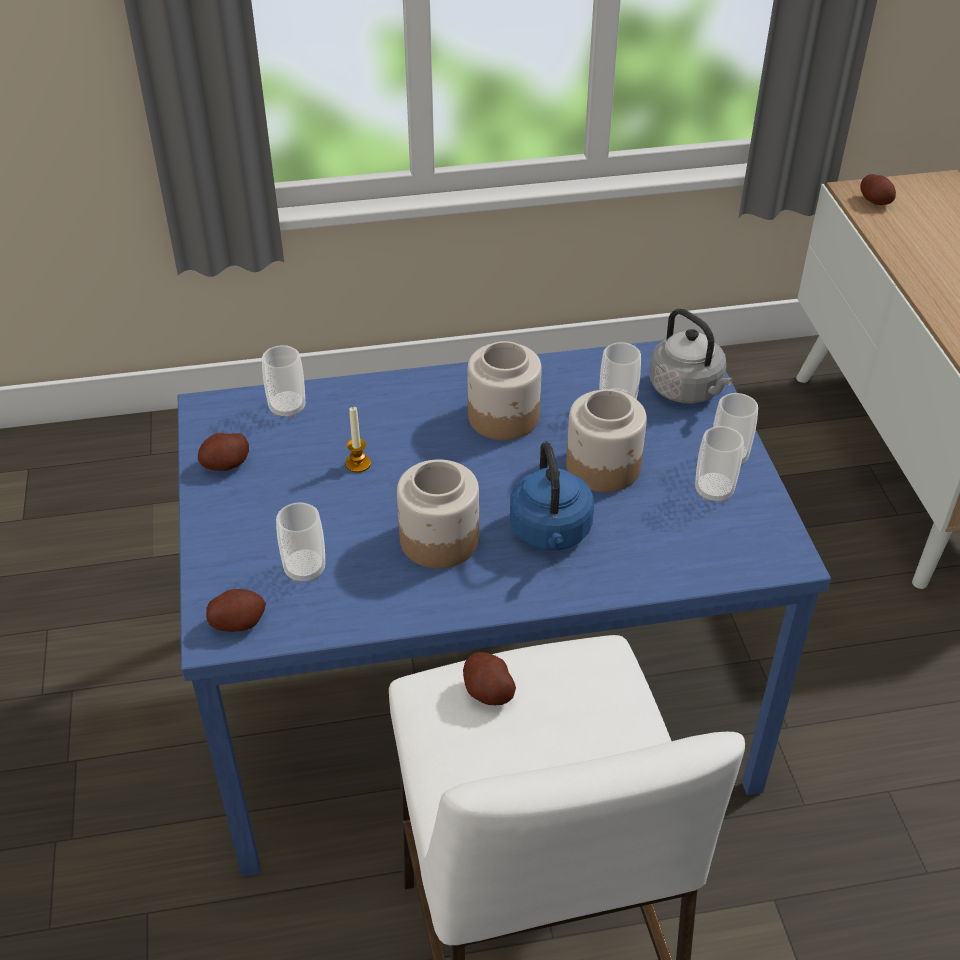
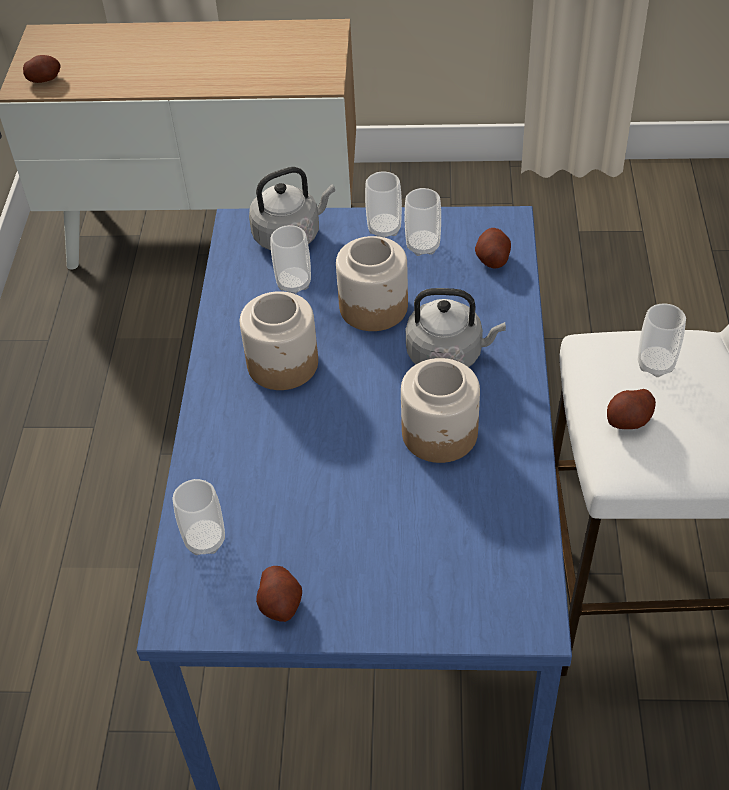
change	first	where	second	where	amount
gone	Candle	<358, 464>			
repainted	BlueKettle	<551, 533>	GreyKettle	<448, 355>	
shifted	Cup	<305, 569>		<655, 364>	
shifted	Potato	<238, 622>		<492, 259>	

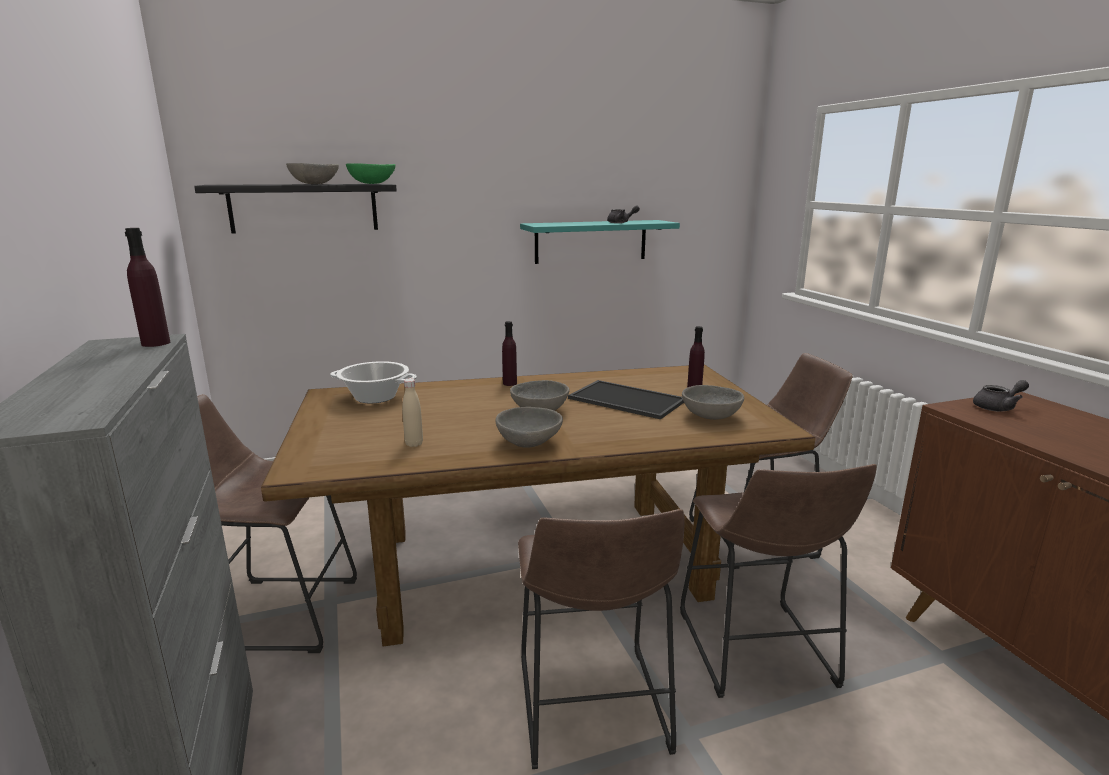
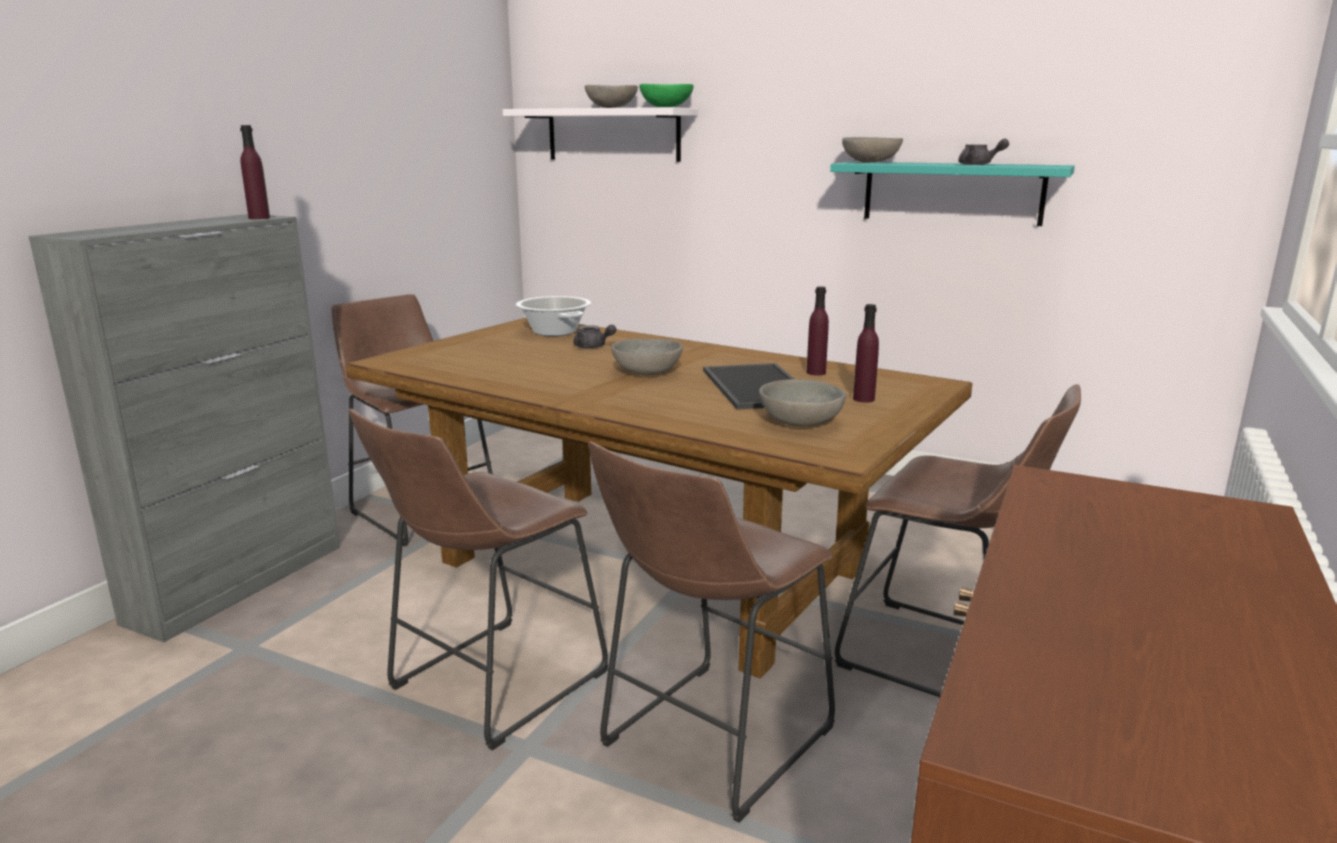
change	first	where	second	where	amount
repainted	BlackShelf	<304, 208>	WhiteShelf	<613, 135>	
shifted	PurpleBottle	<510, 383>		<816, 372>	
gone	BeigeBottle	<414, 444>			
shifted	GreyTeapot	<998, 407>		<593, 347>	
shifted	GreyBowl	<528, 443>		<869, 162>	

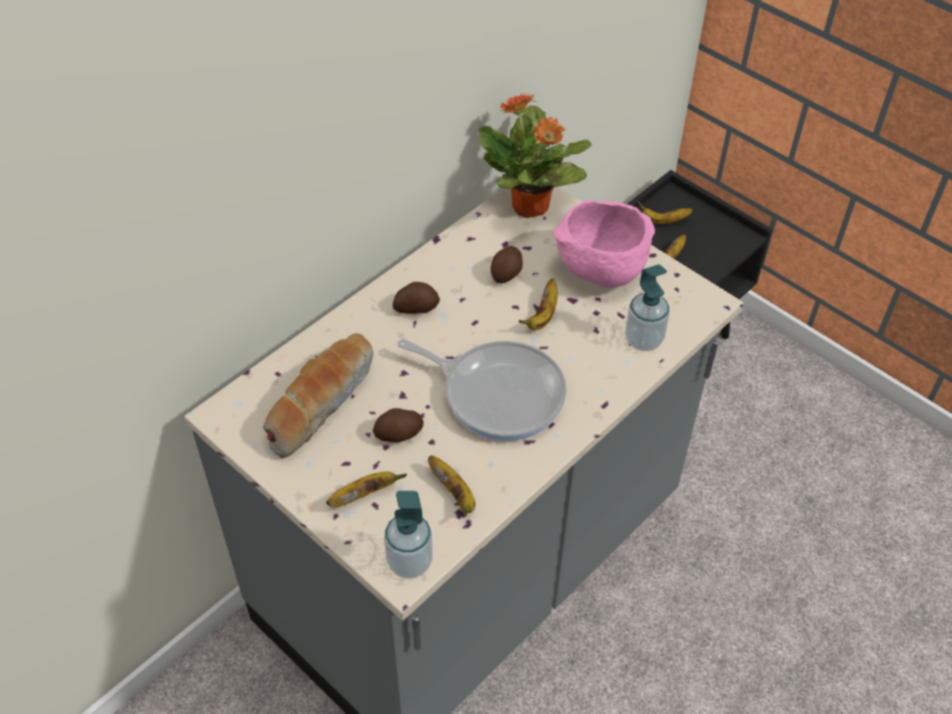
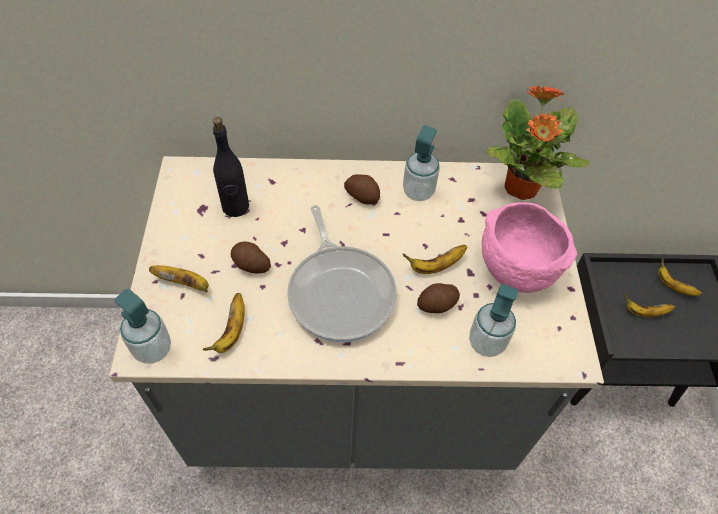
change	first	where	second	where	amount
shifted	Potato	<507, 273>		<438, 305>	
swapped	Bread	<320, 402>	BlackBottle	<235, 207>	
new			SoapDispenser	<418, 191>	

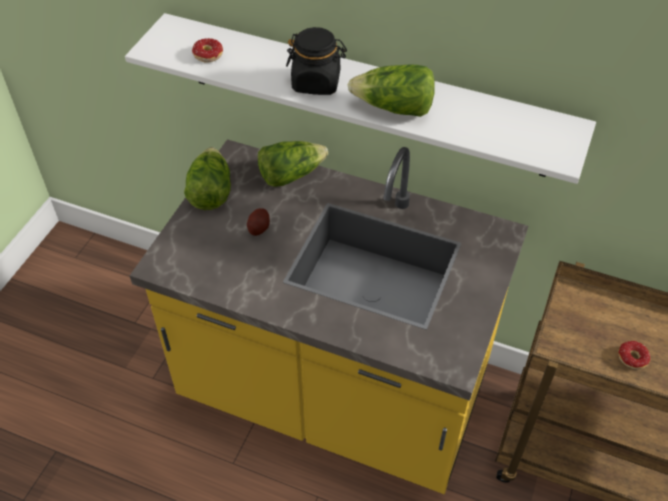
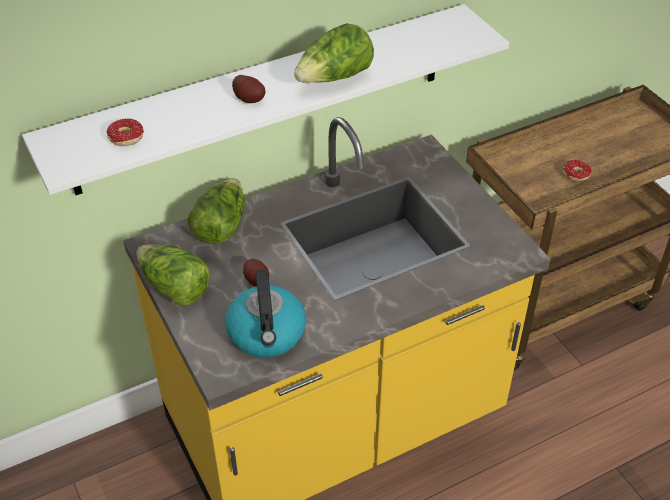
change	first	where	second	where	amount
swapped	BlackJar	<316, 82>	Potato	<250, 98>	
new			Kettle	<267, 334>	

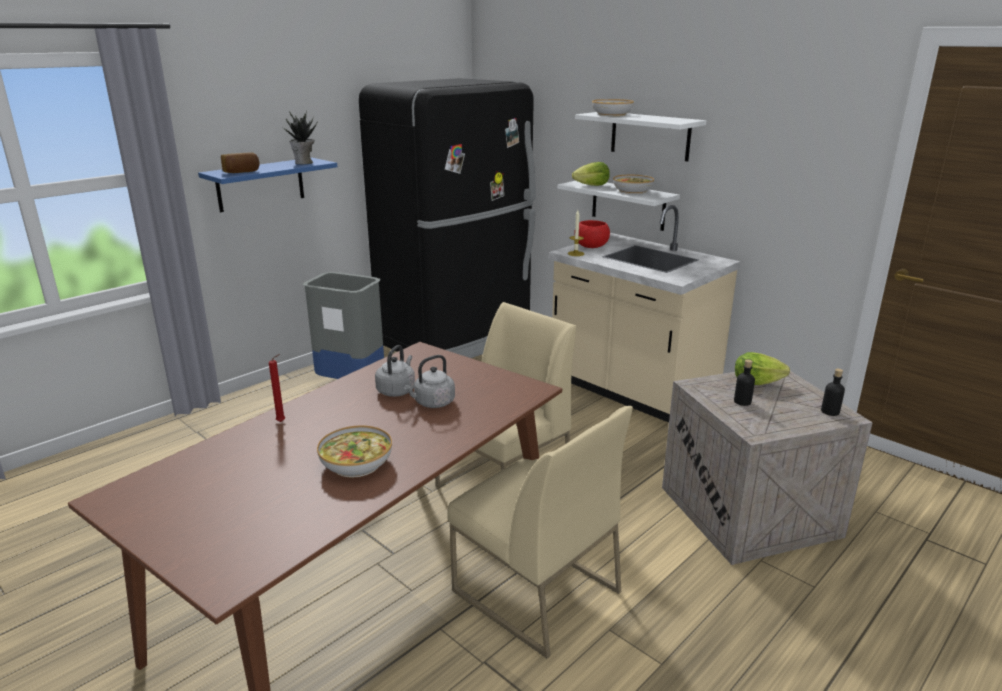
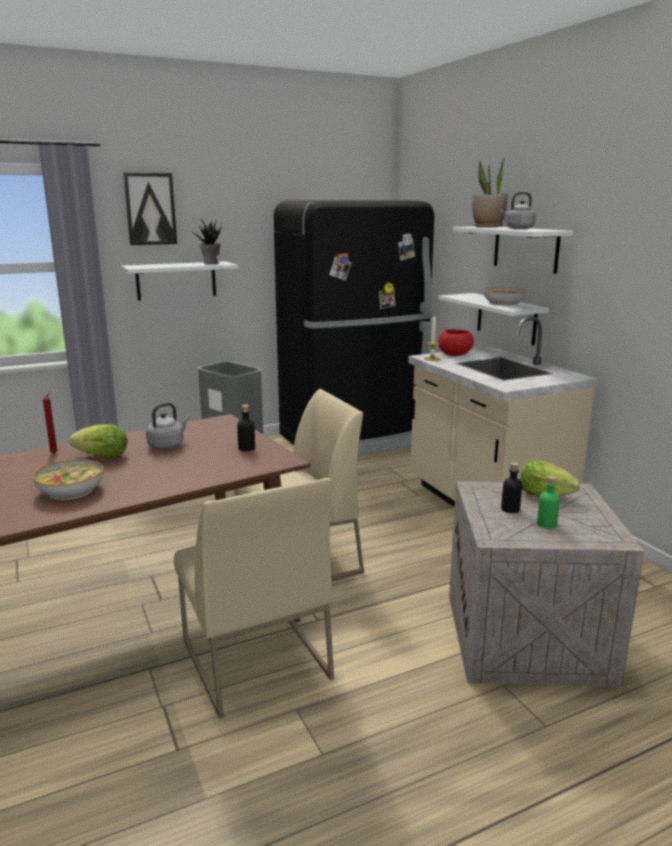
change	first	where	second	where	amount
swapped	Bowl	<612, 114>	PottedPlant	<488, 227>	
gone	Bread	<241, 172>			
repainted	BlueShelf	<260, 184>	WhiteShelf	<176, 280>	
shifted	Lettuce	<592, 186>		<102, 457>	
shifted	GreyKettle	<432, 403>		<518, 229>	
shifted	BlackBottle	<830, 411>		<246, 448>	
new			Picture	<150, 209>	
new			GreenBottle	<546, 524>	

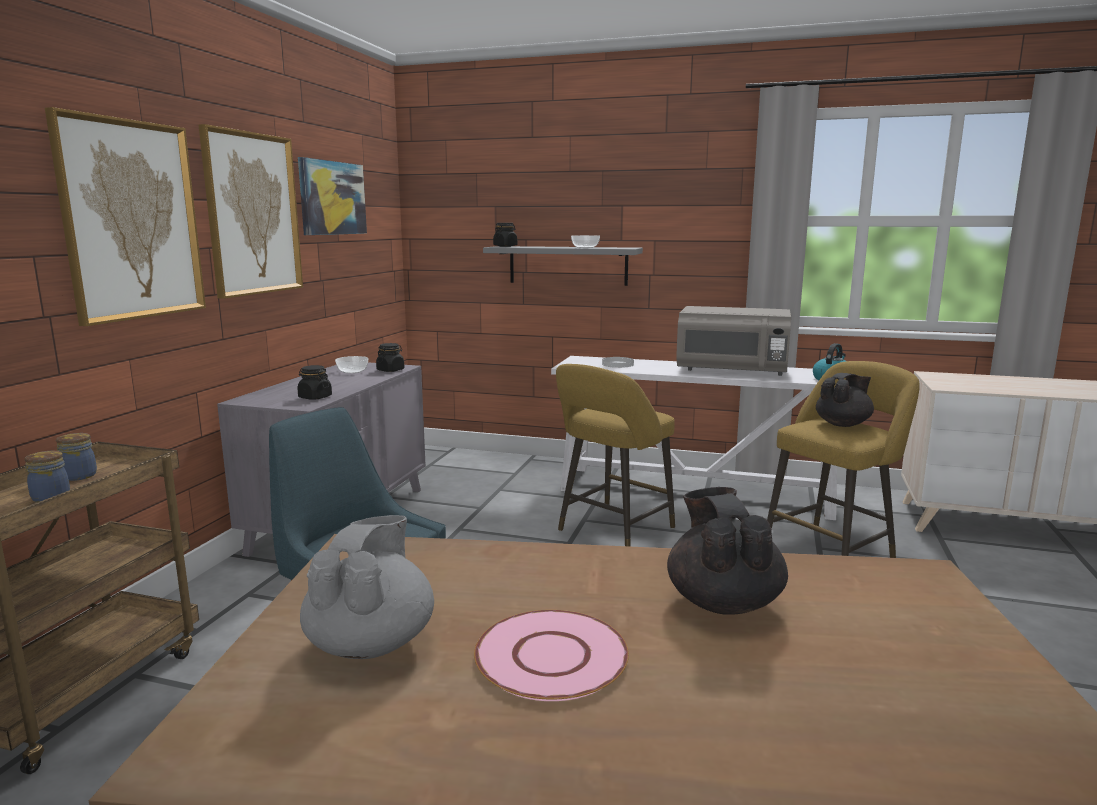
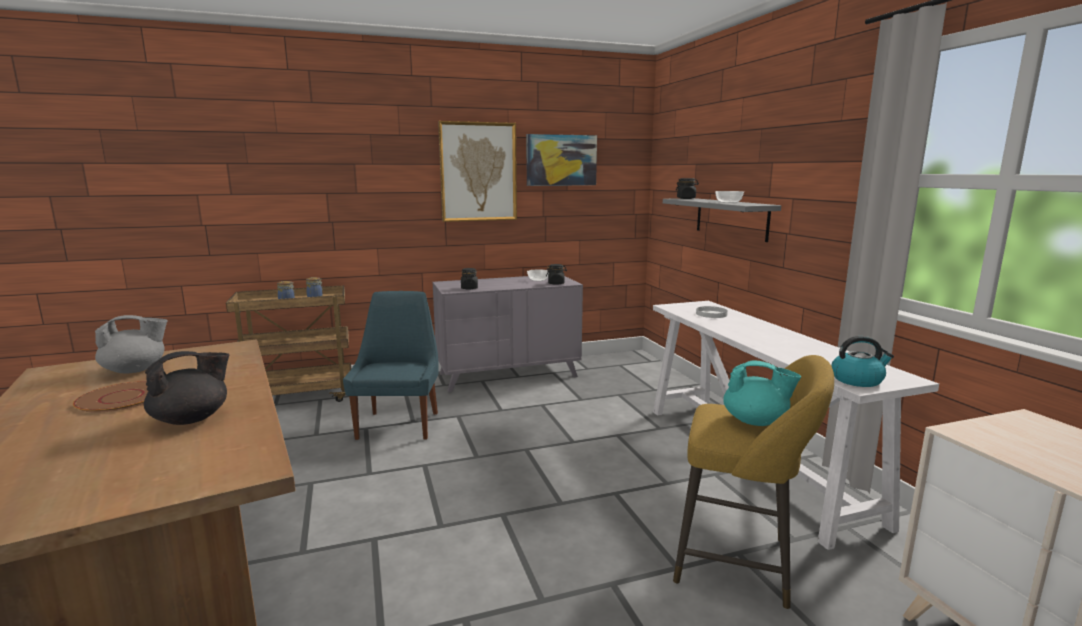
change	first	where	second	where	amount
gone	Picture	<131, 220>			
gone	GreyMicrowave	<732, 371>			
gone	YellowStool	<612, 531>			
repainted	BlackTeapot	<843, 424>	TurquoiseTeapot	<756, 421>	
repainted	PinkPlate	<552, 657>	BrownPlate	<121, 398>	

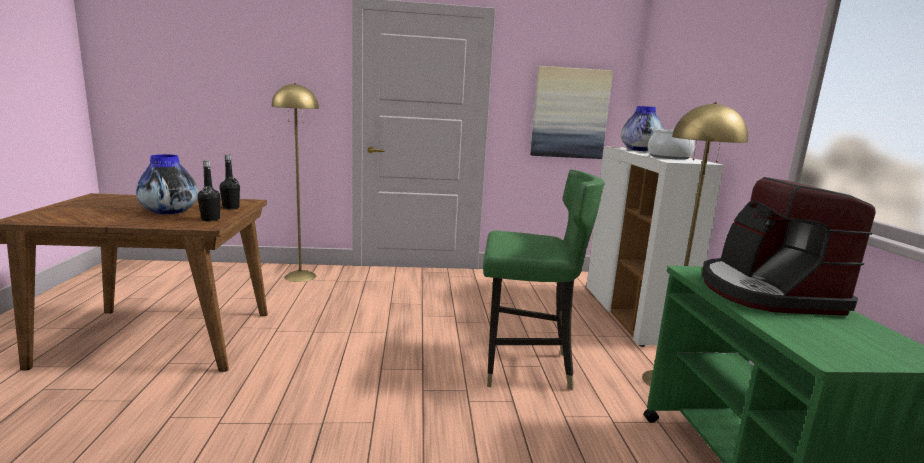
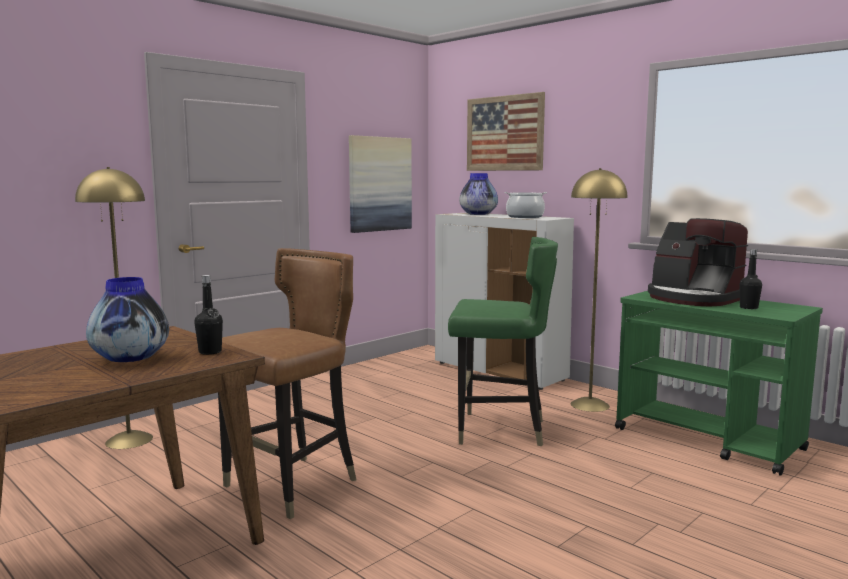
change	first	where	second	where	amount
shifted	BlackBottle	<231, 208>		<748, 308>	
rotated	GreenChair	<525, 367>		<499, 430>	45 degrees clockwise
new			Picture	<504, 133>	
new			BrownChair	<291, 486>	

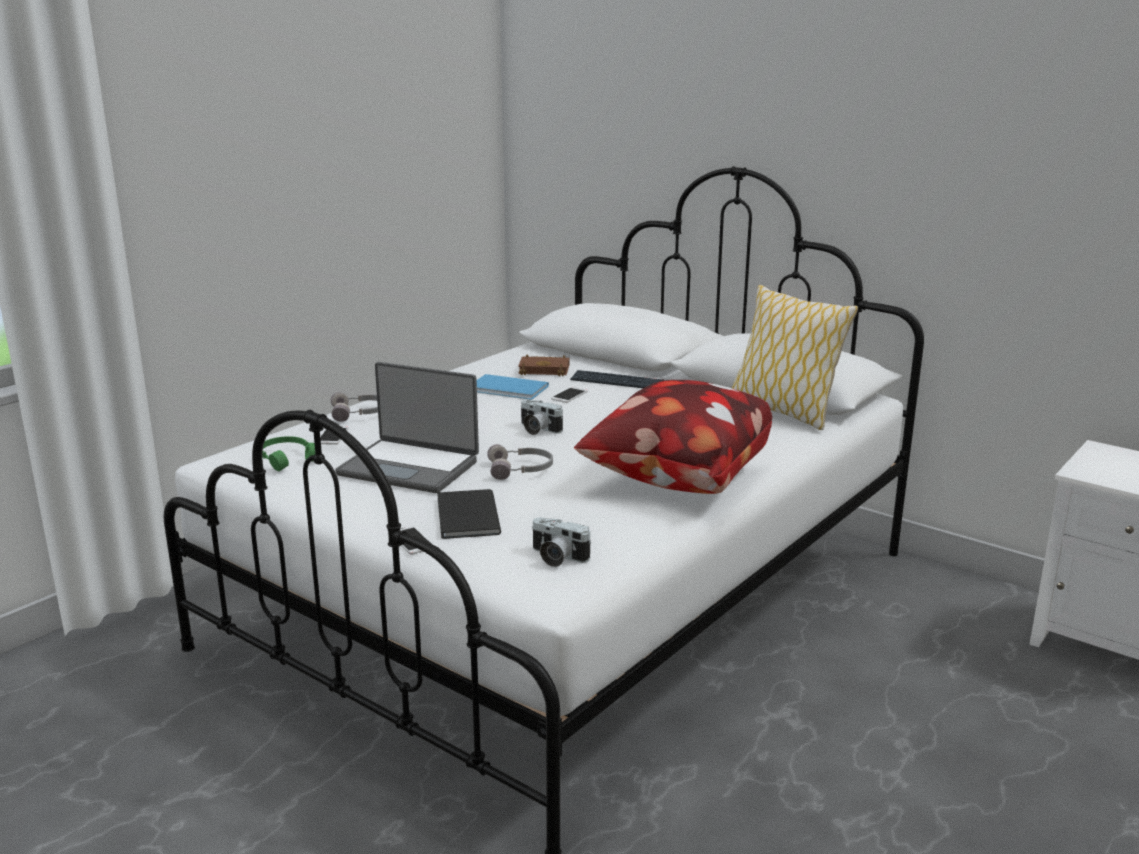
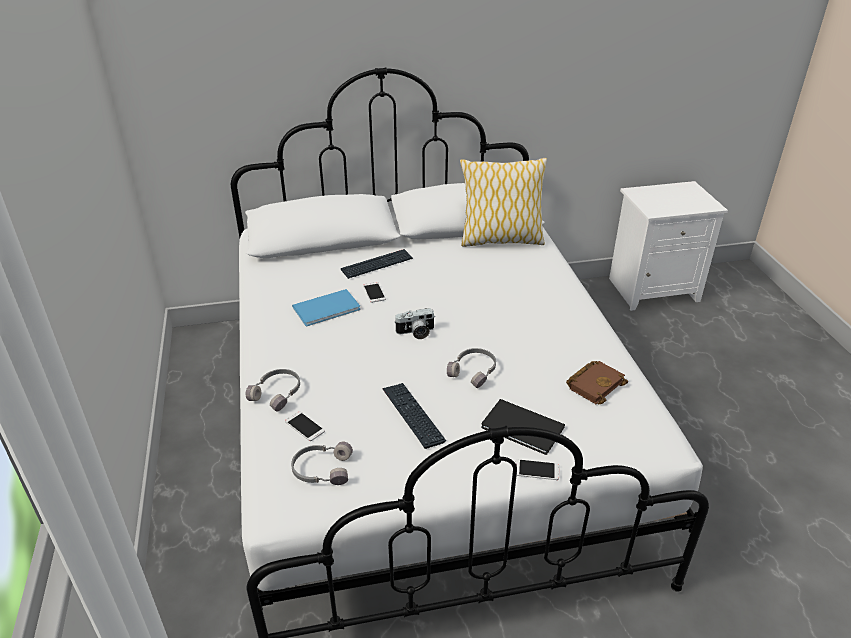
change	first	where	second	where	amount
shifted	BrownBook	<545, 370>		<595, 384>	
swapped	Laptop	<410, 467>	Keyboard	<413, 415>	
gone	Pillow	<675, 479>			
repainted	GreenHeadphones	<287, 459>	GreyHeadphones	<322, 469>	
gone	PhotoCamera	<556, 557>			

